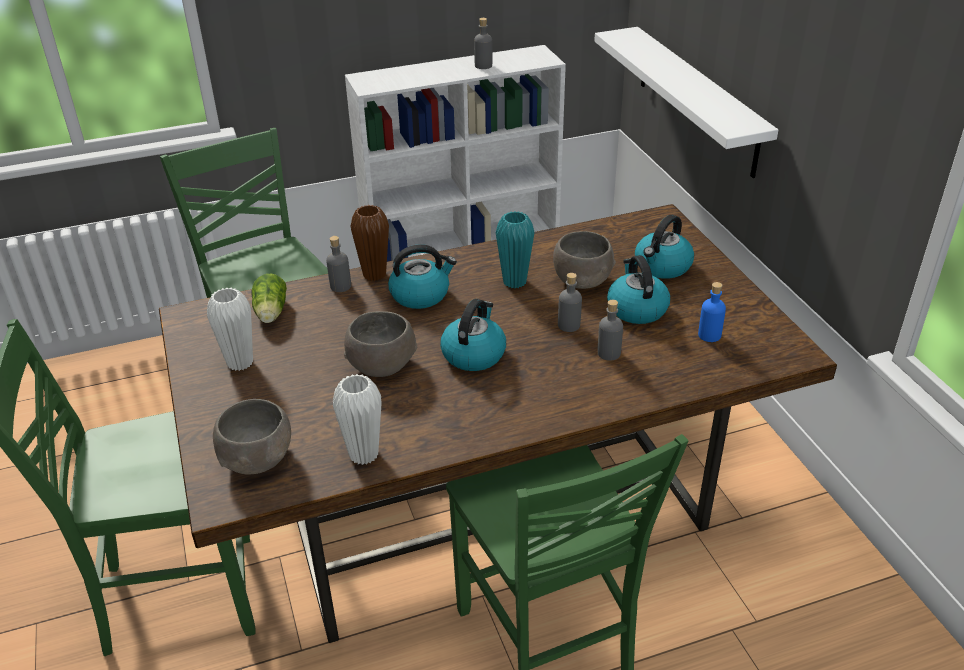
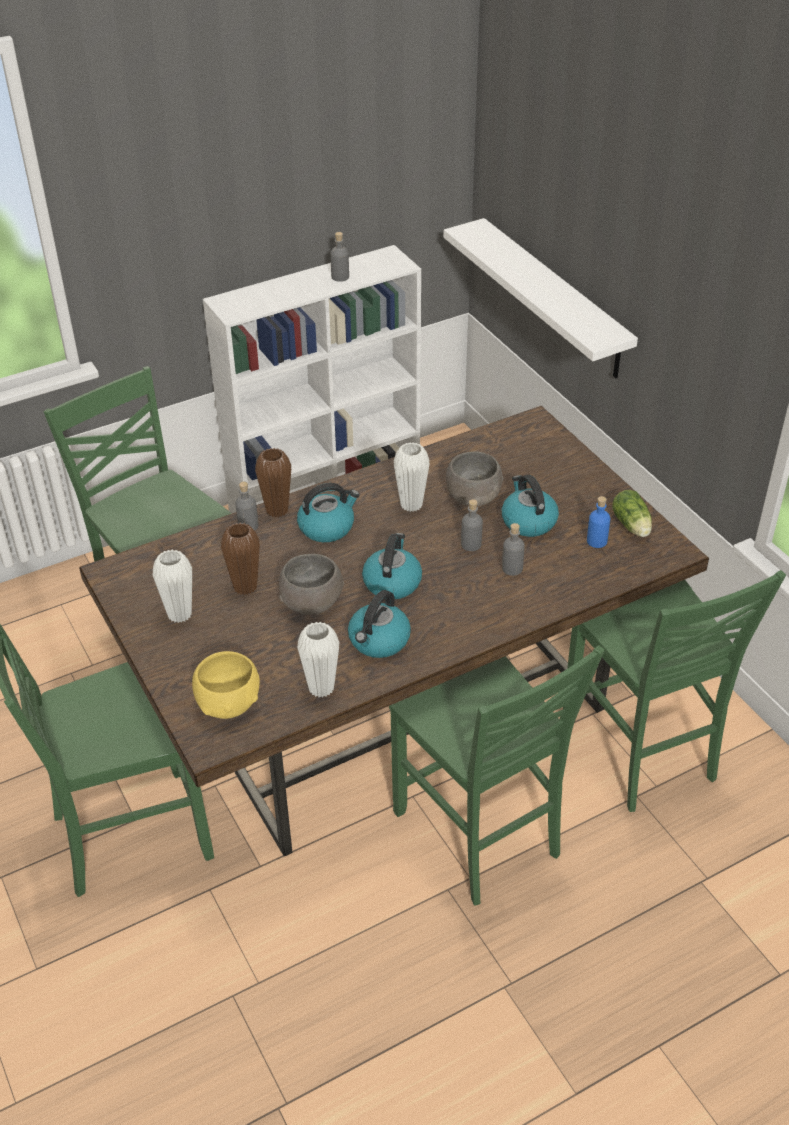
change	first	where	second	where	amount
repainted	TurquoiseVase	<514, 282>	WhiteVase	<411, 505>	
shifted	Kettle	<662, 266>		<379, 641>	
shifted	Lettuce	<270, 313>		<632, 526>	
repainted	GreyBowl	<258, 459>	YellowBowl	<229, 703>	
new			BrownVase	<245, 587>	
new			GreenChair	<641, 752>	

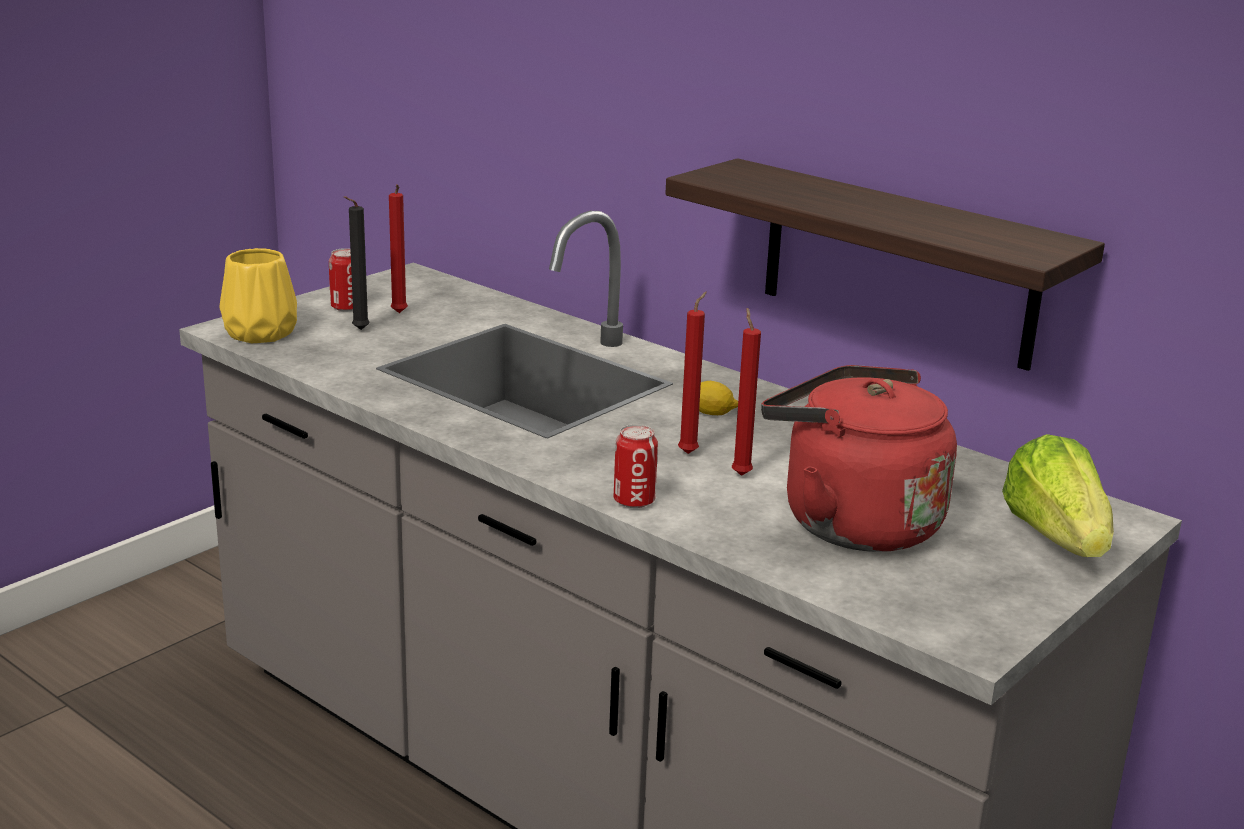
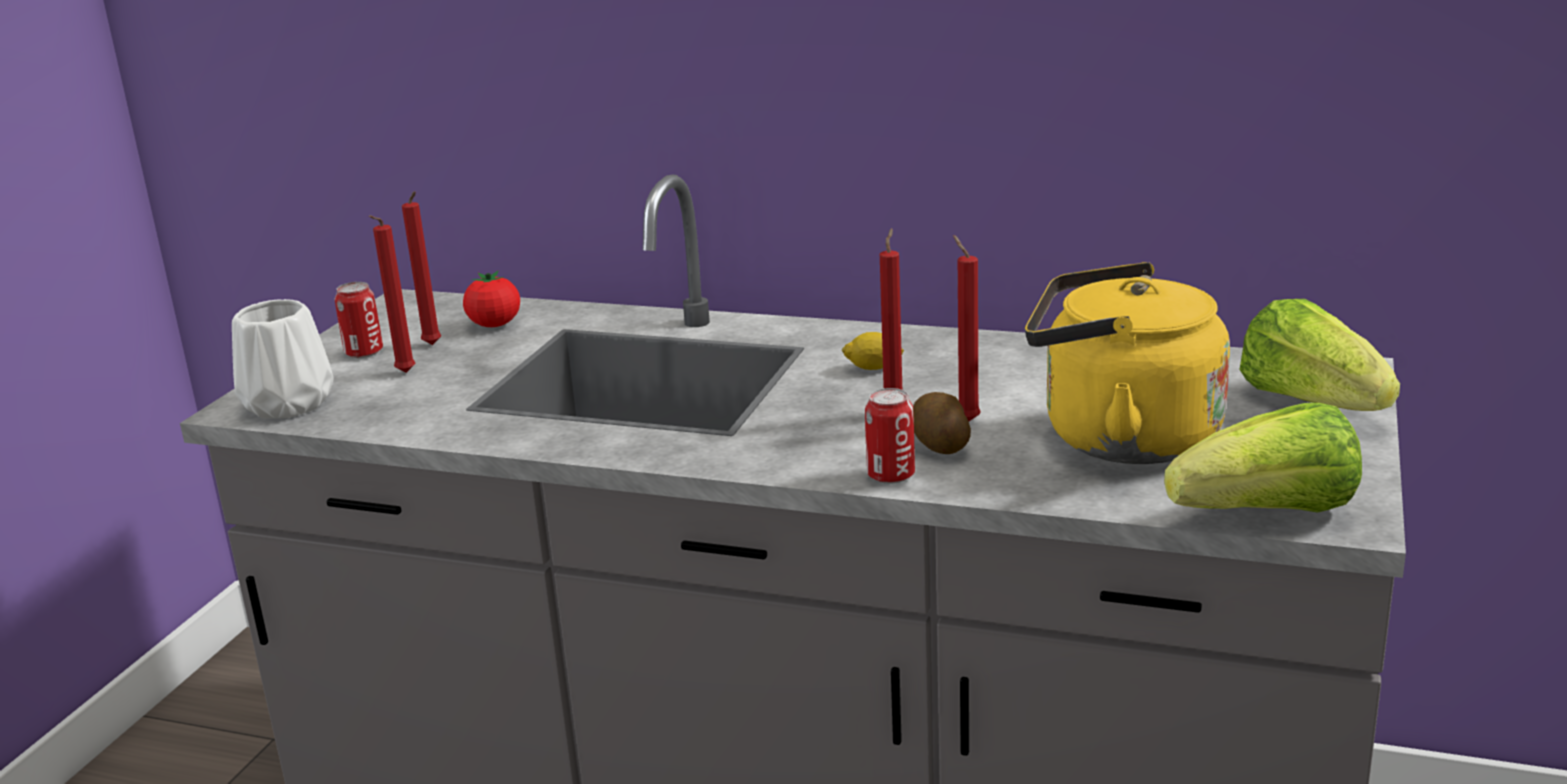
change	first	where	second	where	amount
gone	Shelf	<898, 263>			
repainted	BlackCandle	<358, 330>	RedCandle	<404, 374>	
repainted	YellowVase	<258, 333>	WhiteVase	<286, 405>	
repainted	RedKettle	<851, 522>	YellowKettle	<1119, 438>	
new			Tomato	<495, 325>	
new			Potato	<939, 445>	
new			Lettuce	<1269, 514>	

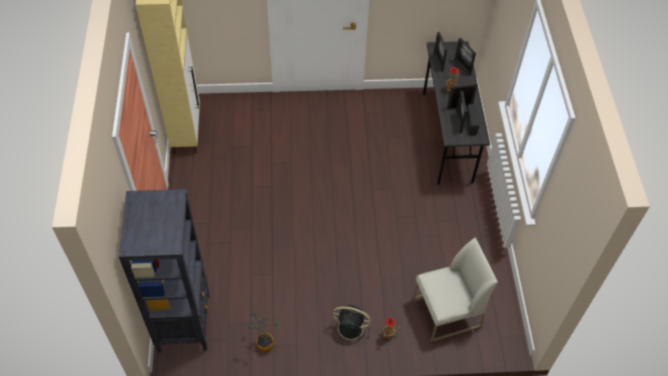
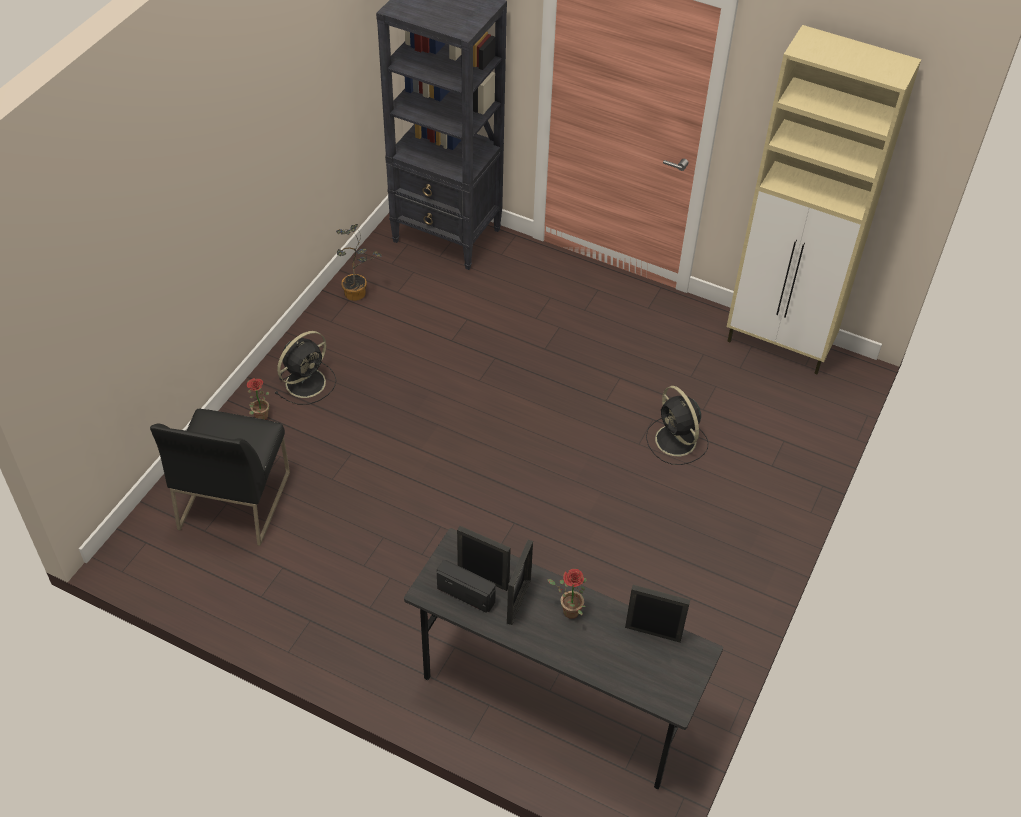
change	first	where	second	where	amount
gone	PictureFrame	<462, 67>			
repainted	WhiteChair	<446, 312>	BlackChair	<234, 499>	
new			BlackFan	<676, 441>	

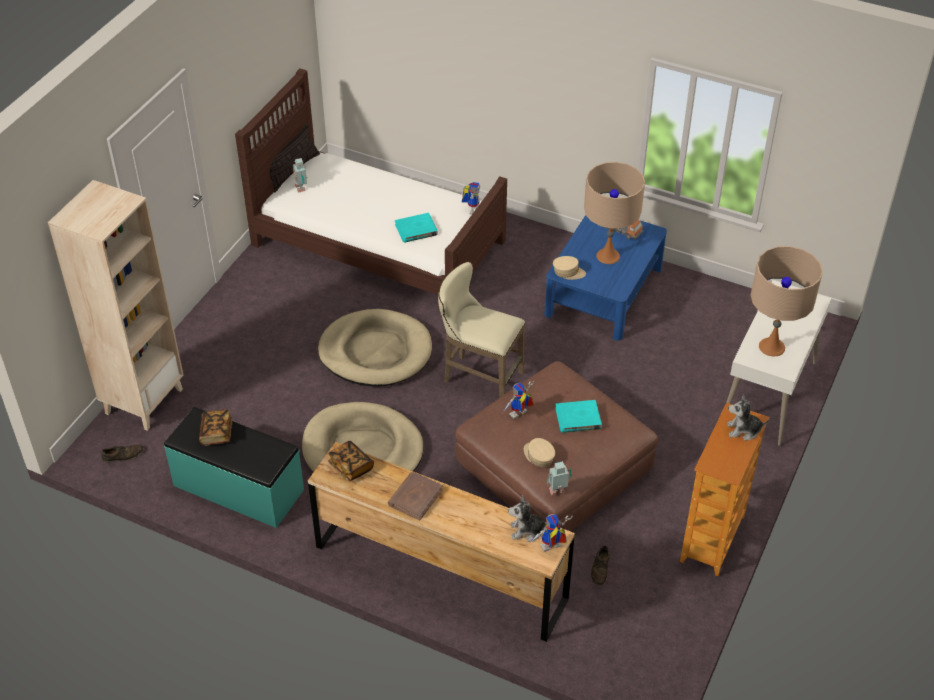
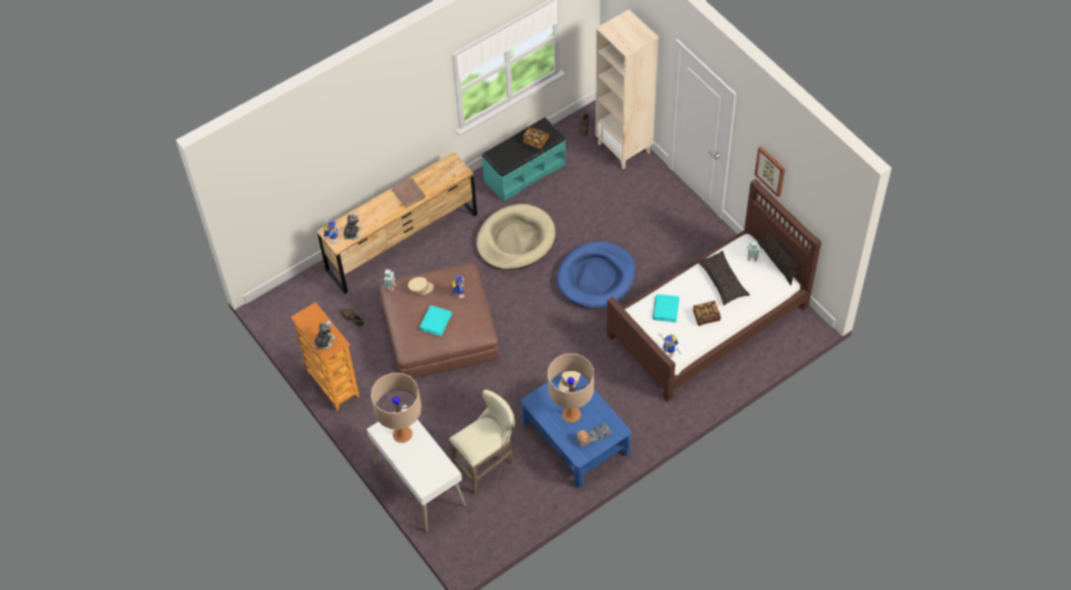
change	first	where	second	where	amount
shifted	BeigeStool	<479, 377>		<487, 464>	
repainted	BeigeDogBed	<375, 352>	BlueDogBed	<596, 277>	
shifted	Book	<351, 467>		<706, 316>	
new			Picture	<771, 171>	
new			Pillow	<722, 280>	

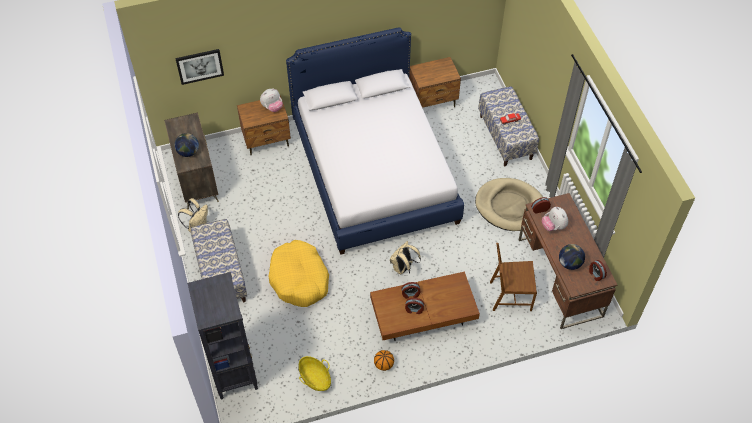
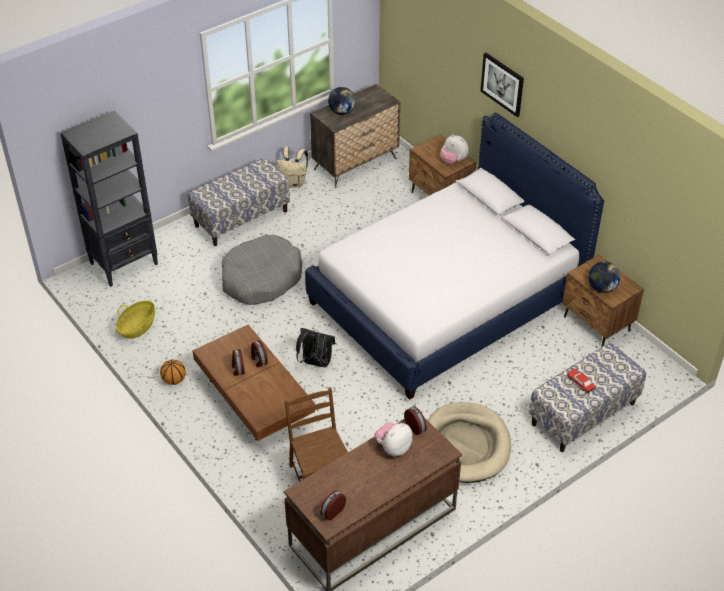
change	first	where	second	where	amount
shifted	Picture	<199, 66>		<502, 84>	
repainted	YellowDogBed	<299, 279>	GreyDogBed	<261, 279>	
repainted	BeigeBackpack	<403, 268>	BlackBackpack	<315, 363>	
shifted	Globe	<569, 263>		<601, 288>	

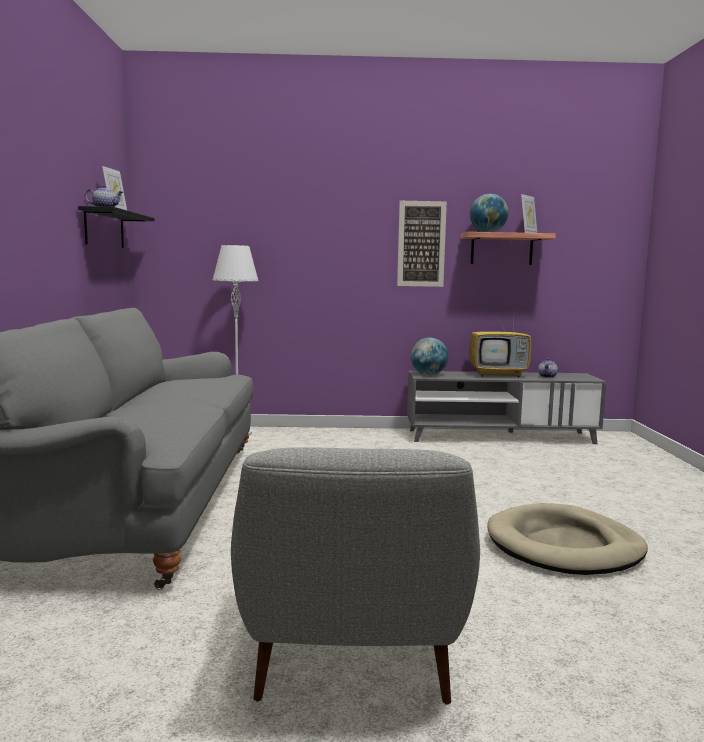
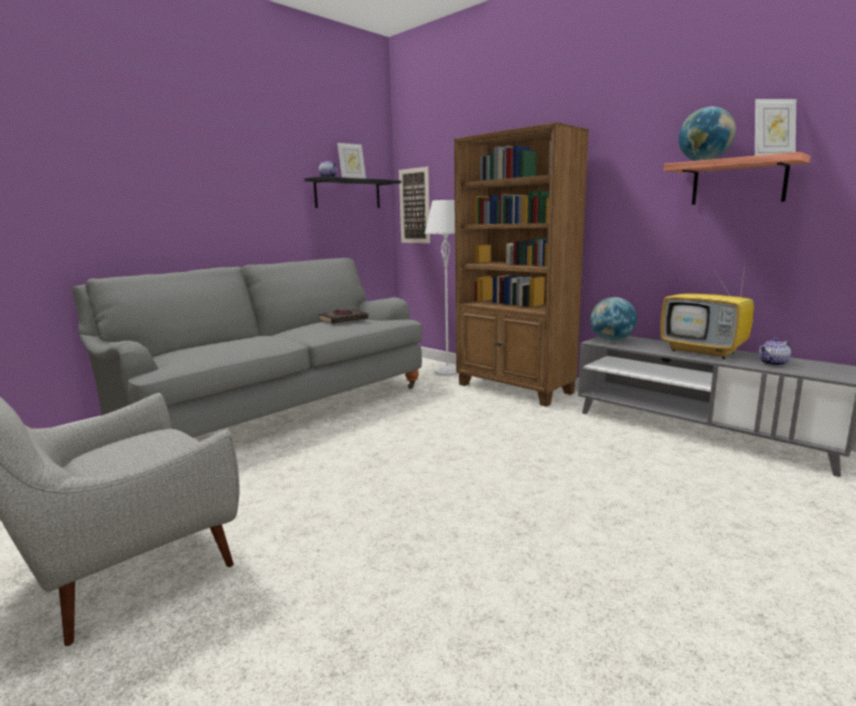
change	first	where	second	where	amount
shifted	Picture	<421, 244>		<414, 206>	
gone	BeigeDogBed	<564, 546>			
new			BrownBookcase	<515, 389>	
new			BlackBook	<343, 320>	

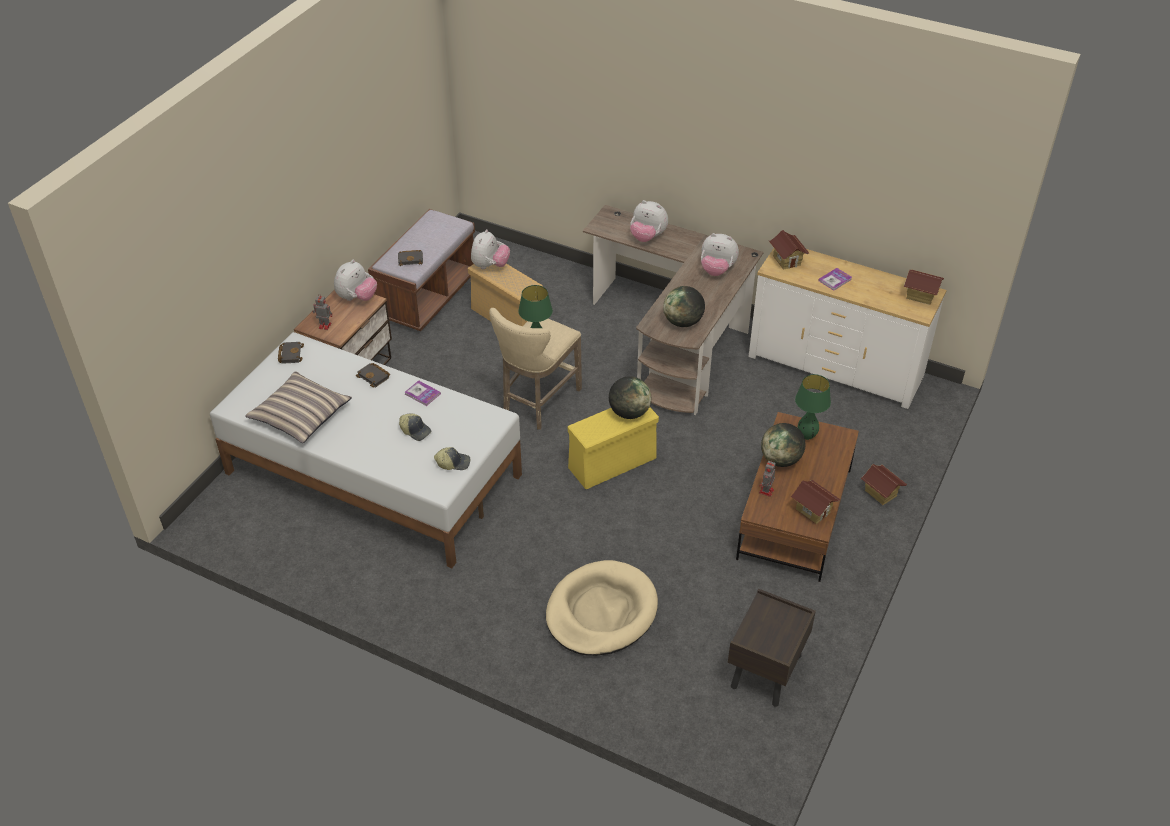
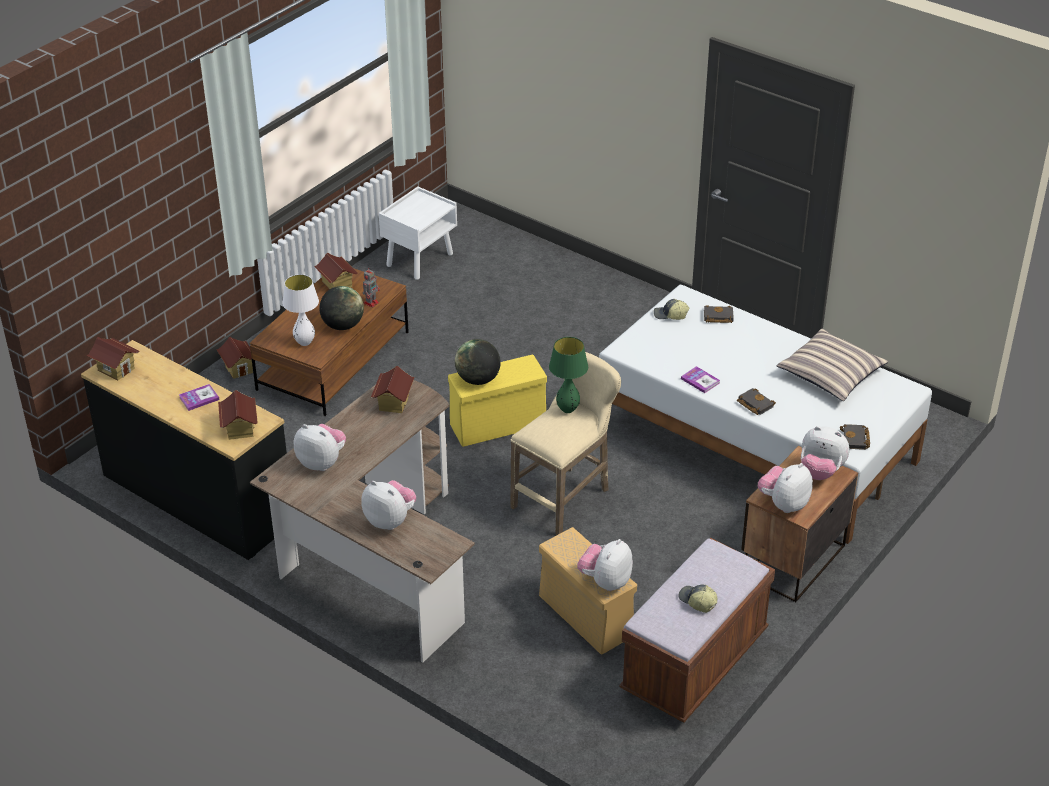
change	first	where	second	where	amount
repainted	WhiteDresser	<835, 366>	BlackDresser	<197, 499>	
shifted	BlackBook	<411, 259>		<717, 317>	
swapped	Globe	<683, 322>	ToyHouse	<393, 403>	
swapped	ToyRobot	<324, 325>	PlushToy	<820, 471>	
repainted	GreenTableLamp	<806, 436>	WhiteTableLamp	<305, 343>	
shifted	Cap	<415, 430>		<697, 601>	
gone	BeigeDogBed	<601, 612>			
repainted	BrownNightstand	<766, 672>	WhiteNightstand	<420, 259>	

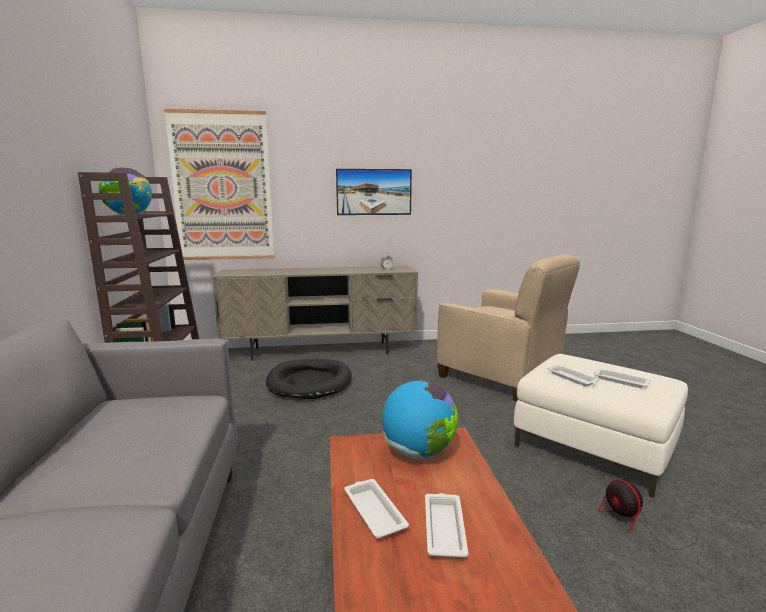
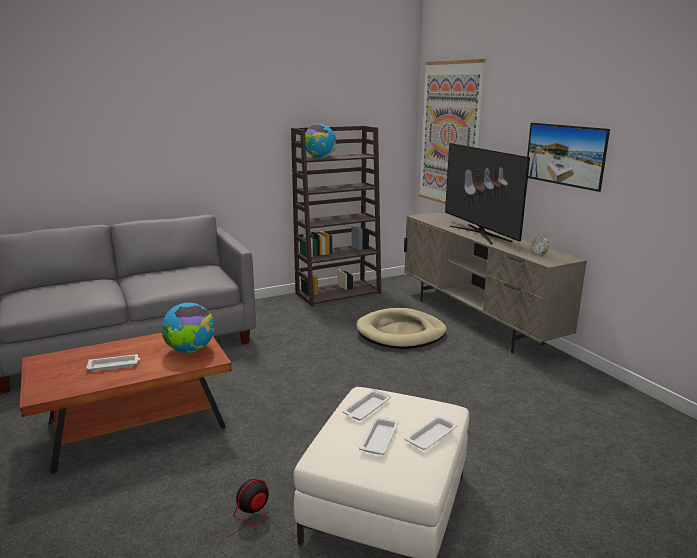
change	first	where	second	where	amount
gone	BeigeArmchair	<501, 375>			
repainted	BlackDogBed	<310, 382>	BeigeDogBed	<401, 333>	
shifted	WhiteTray	<373, 511>		<432, 436>	
new			Television	<479, 233>	

